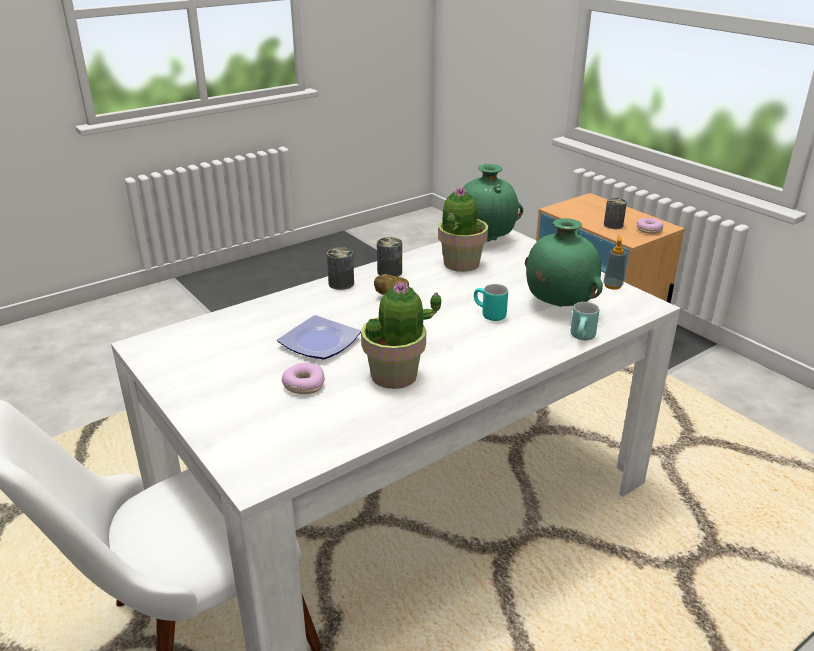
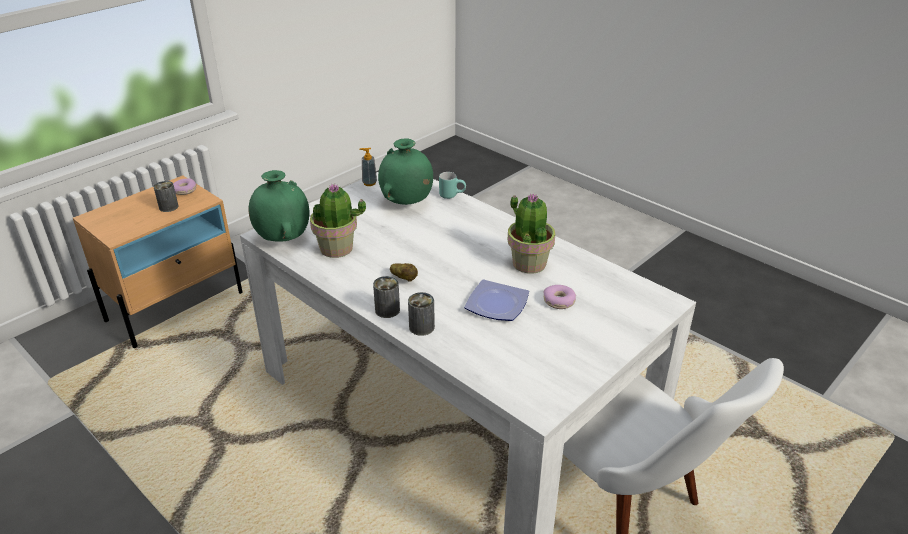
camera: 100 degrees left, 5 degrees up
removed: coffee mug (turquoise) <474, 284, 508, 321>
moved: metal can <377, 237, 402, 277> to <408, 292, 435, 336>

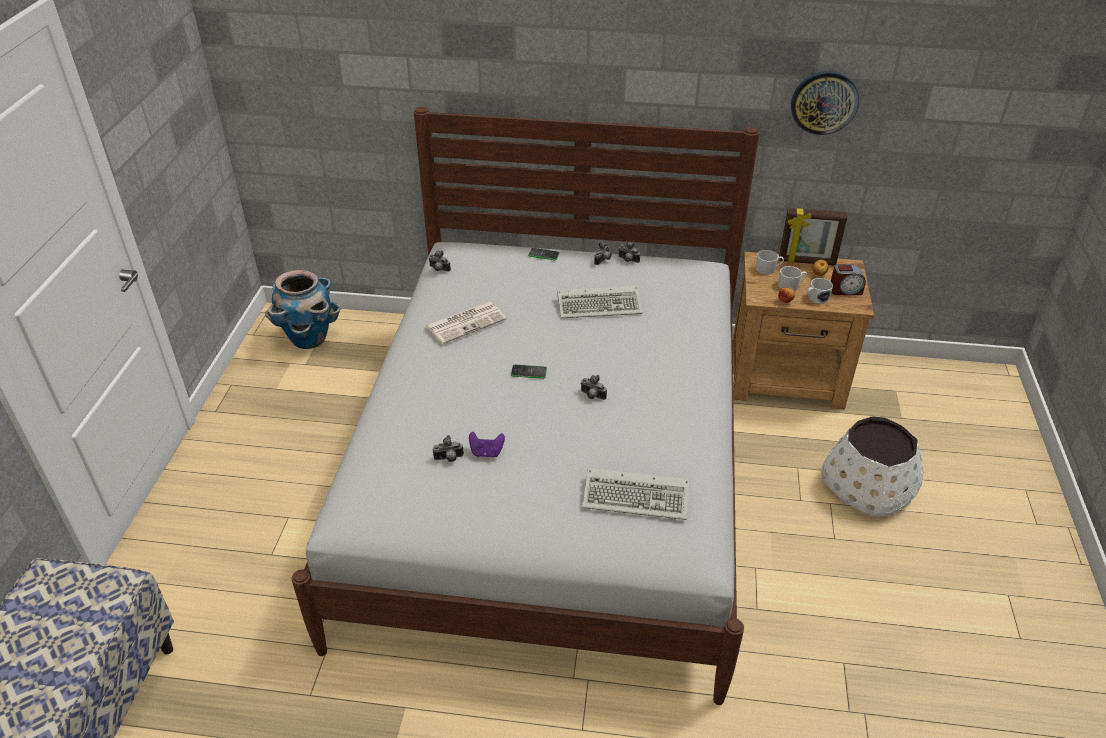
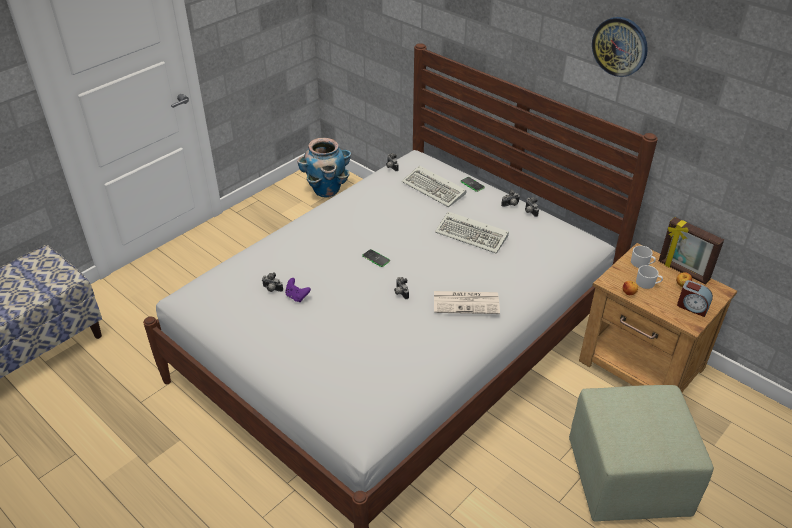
camera: 35 degrees right, 0 degrees up
removed: coffee mug (white) <807, 278, 833, 304>
moved: printed paper <426, 302, 507, 344> to <434, 291, 500, 314>; PC keyboard <582, 468, 689, 520> to <402, 166, 466, 207>; clock on the wall <791, 71, 859, 135> to <592, 17, 648, 77>
replaced: flower pot (white) <821, 416, 924, 517> to ottoman (green-coloured) <569, 385, 714, 522>

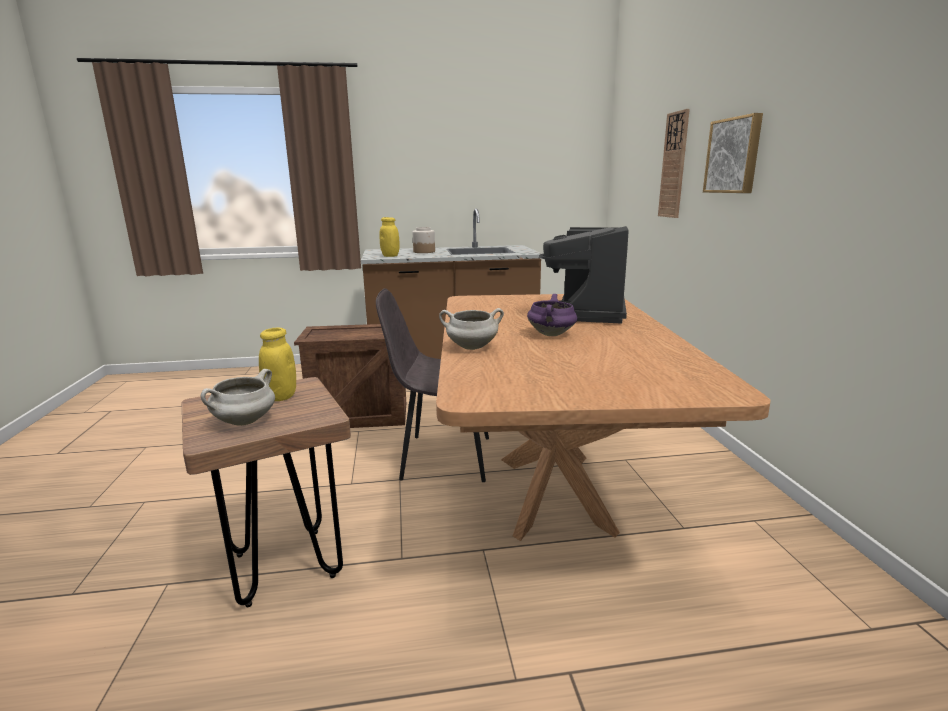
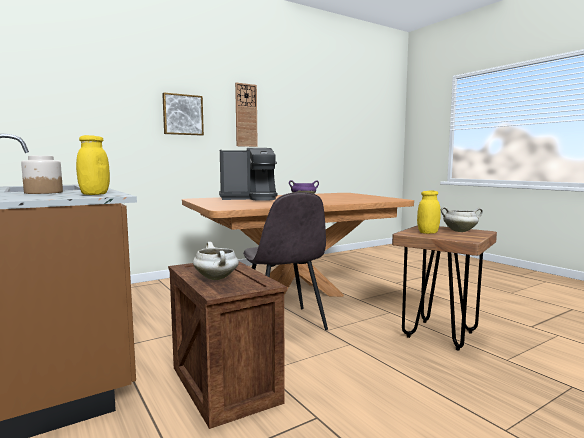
camera: 115 degrees left, 10 degrees down
moved: cooking pot (white) <439, 308, 504, 350> to <193, 242, 239, 280>; clock on the wall <658, 109, 690, 218> to <235, 83, 258, 147>

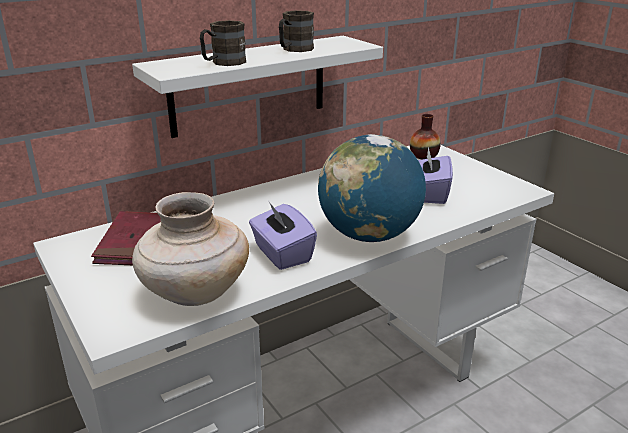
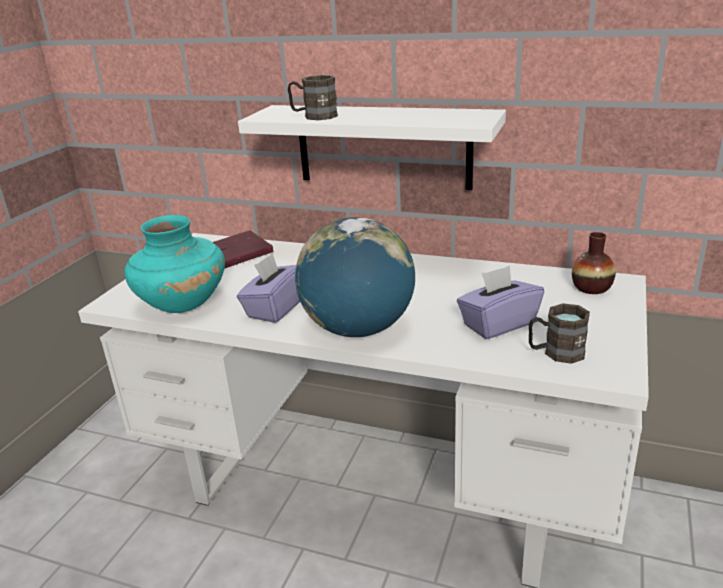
camera: 55 degrees right, 0 degrees up
moved: coffee mug (brownish) <279, 10, 314, 52> to <529, 303, 590, 364>
recoloured: decorative vase (sand-coloured) <132, 192, 249, 306> to decorative vase (turquoise) <124, 215, 225, 313>

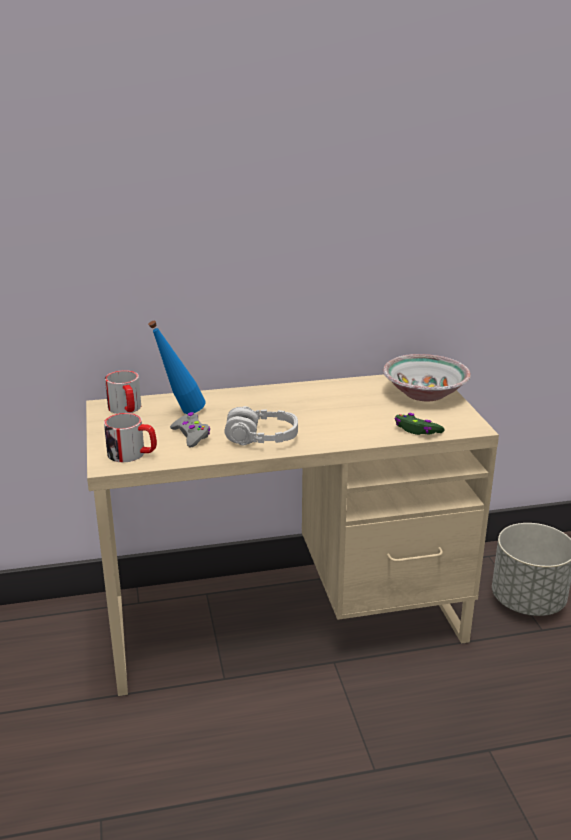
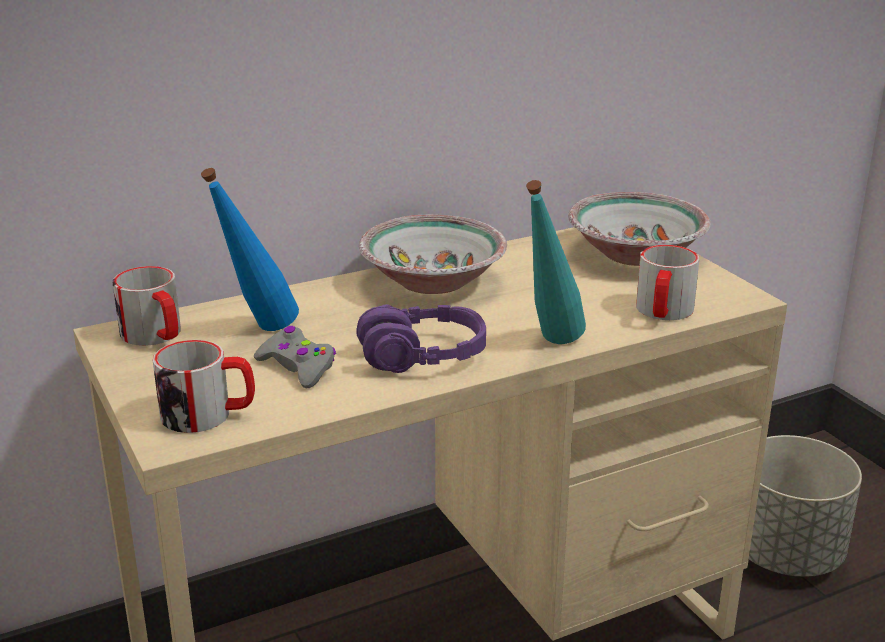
camera: 15 degrees left, 0 degrees up
added: bowl <358, 215, 507, 294>; drink bottle (turquoise) <526, 180, 586, 344>
replaced: game controller (green-coloured) <395, 413, 445, 435> to coffee mug <636, 245, 699, 320>
recoloured: headset (gray) <225, 406, 298, 445> to headset (purple-coloured) <356, 304, 486, 373>

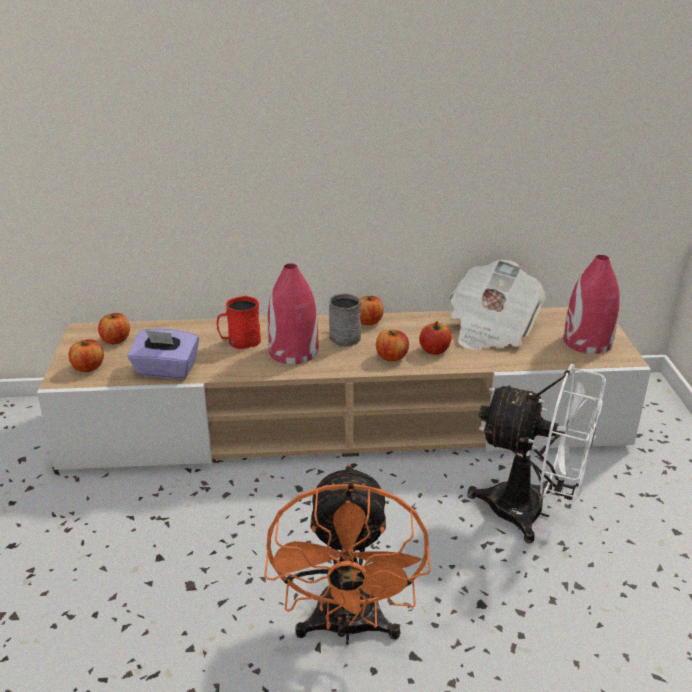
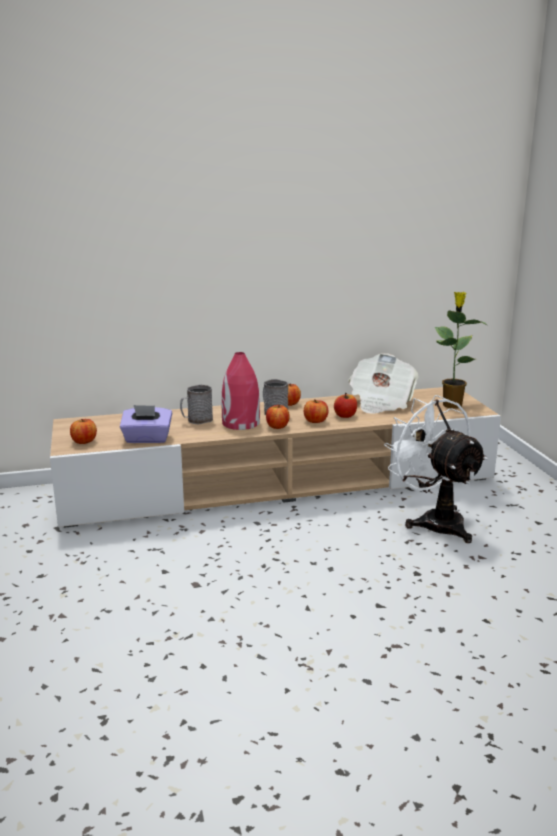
camera: 10 degrees left, 10 degrees down
removed: electric fan (orangey) <264, 464, 431, 645>
moved: apple fruit <98, 313, 130, 344> to <266, 405, 290, 429>
replaced: decorative vase (red-coloured) <563, 255, 619, 354> to potted plant <435, 292, 487, 409>
recoloured: coffee mug (red-coloured) <217, 296, 261, 349> to coffee mug (gray) <180, 384, 213, 424>
turned: electric fan (white) <467, 364, 606, 543> = <384, 395, 488, 543> 135 degrees counterclockwise

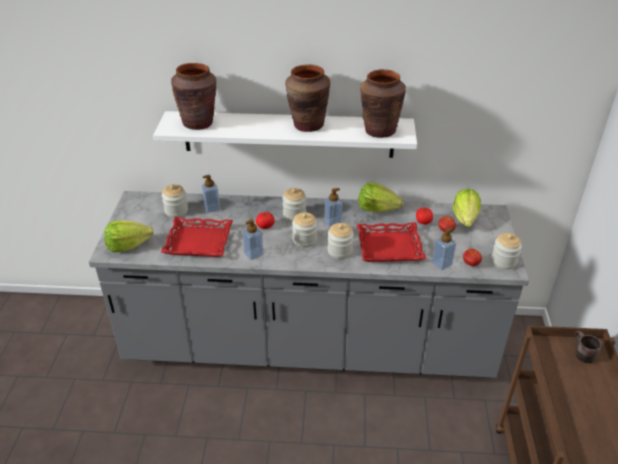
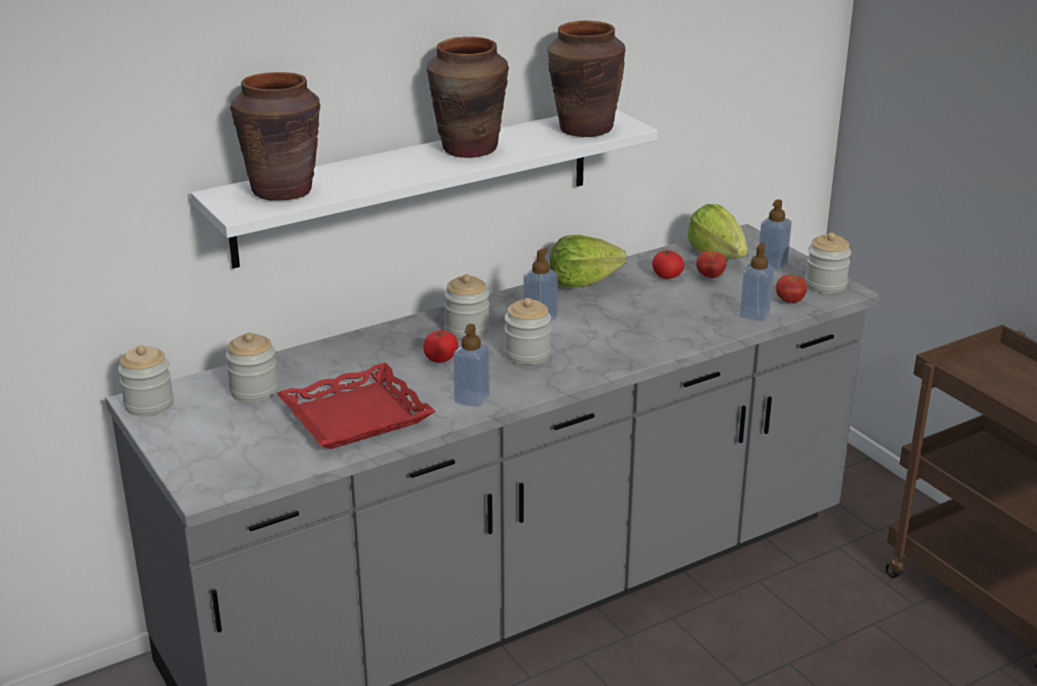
camera: 35 degrees left, 10 degrees down
removed: lettuce head <104, 220, 154, 252>; tray (red-coloured) <357, 223, 426, 262>; coffee mug (brownish) <575, 331, 601, 363>
moved: liquid soap bottle <202, 175, 220, 213> to <759, 199, 792, 271>; preserve jar <328, 223, 354, 259> to <118, 345, 174, 416>

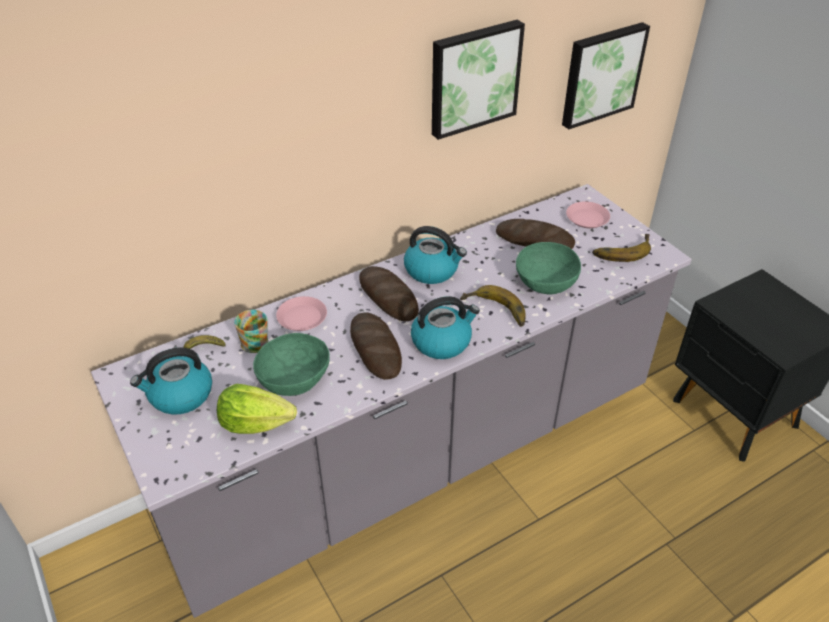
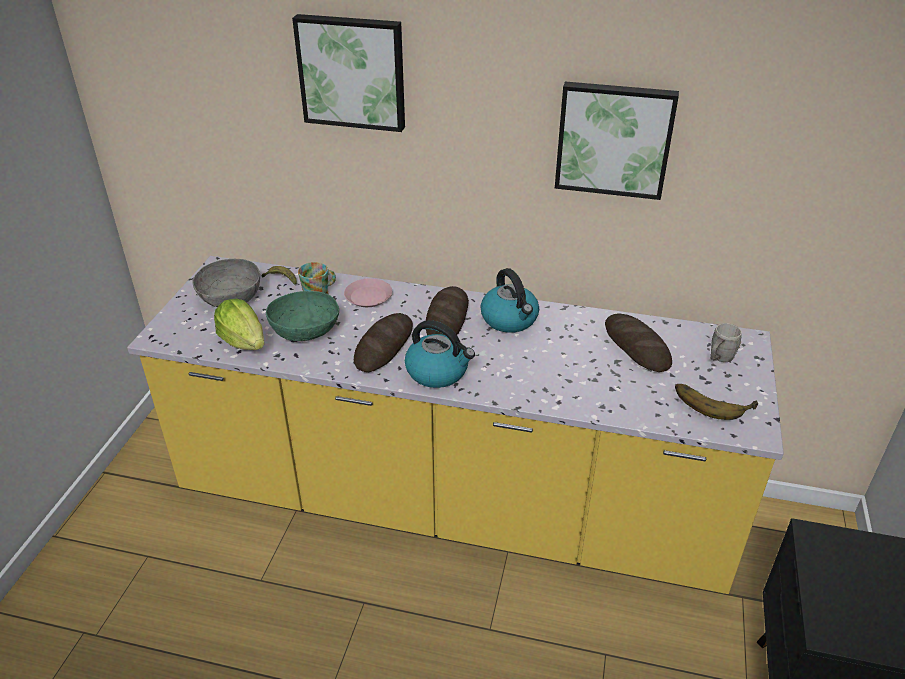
camera: 45 degrees right, 5 degrees down
removed: whole banana <460, 285, 526, 327>; bowl (green-coloured) <516, 242, 581, 295>
moved: wall picture <562, 22, 650, 129> to <292, 14, 405, 132>
replaced: water kettle <130, 347, 212, 414> to bowl (gray) <192, 259, 260, 307>; plate (pink) <566, 202, 610, 228> to coffee mug (gray) <710, 323, 742, 362>
recoloured: kitchen counter (gray) <91, 184, 692, 618> to kitchen counter (yellow) <127, 256, 784, 594>

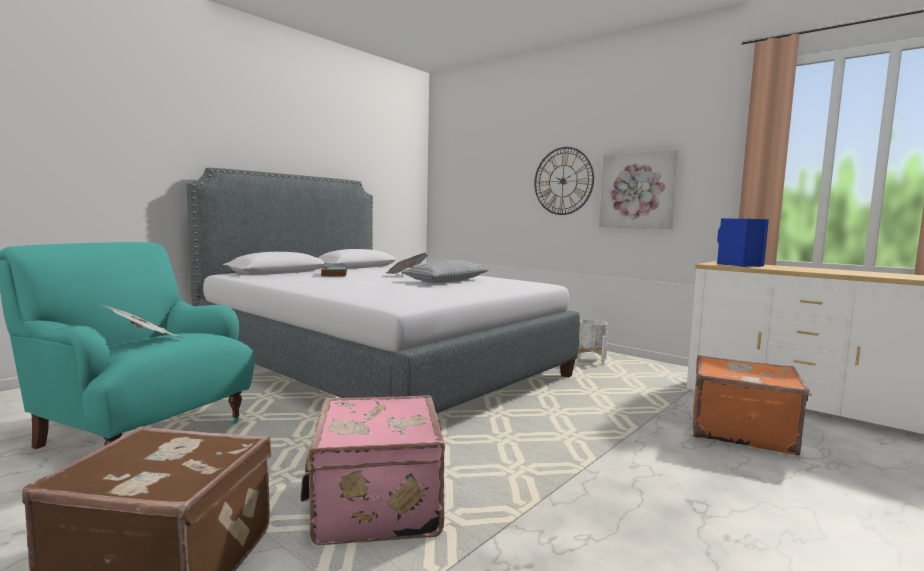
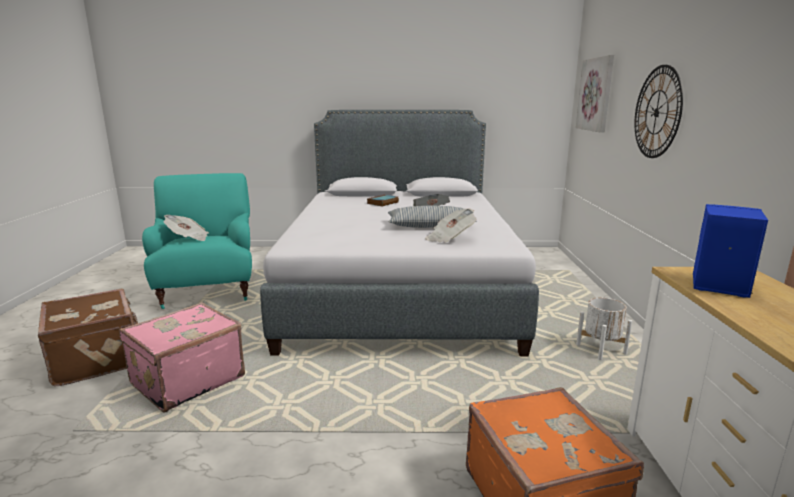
camera: 50 degrees right, 10 degrees up
added: printed paper <425, 209, 476, 243>
moved: wall picture <599, 149, 679, 229> to <576, 55, 614, 133>

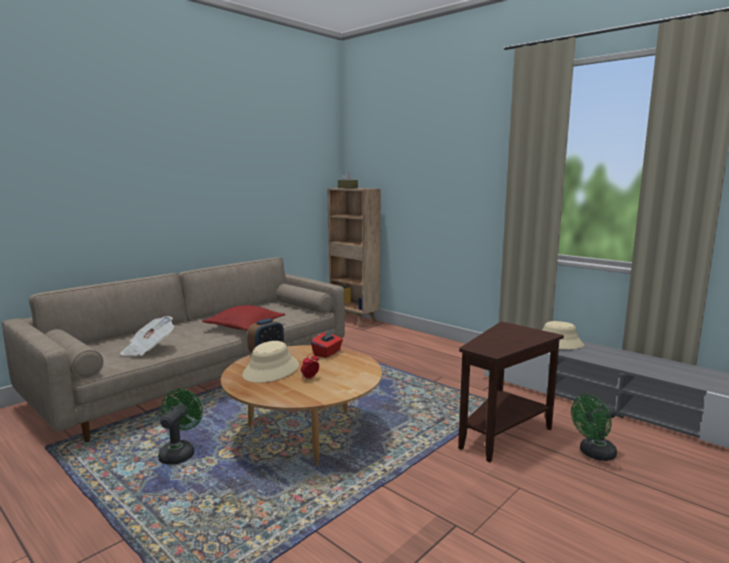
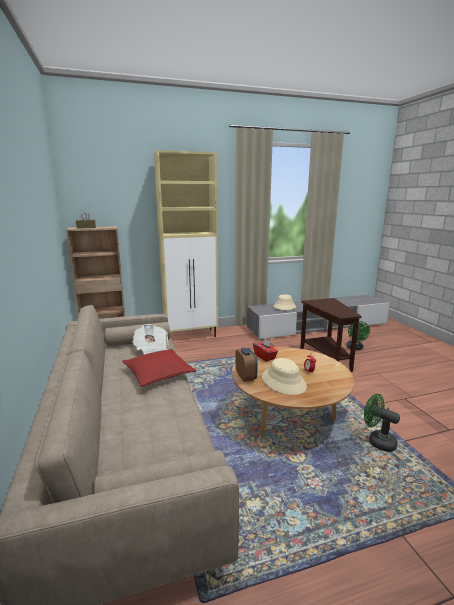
camera: 60 degrees left, 5 degrees up
added: storage cabinet (sand-coloured) <154, 150, 218, 337>
moved: printed paper <120, 316, 174, 356> to <133, 324, 168, 355>; electric fan (green-coloured) <158, 389, 203, 465> to <364, 394, 400, 452>

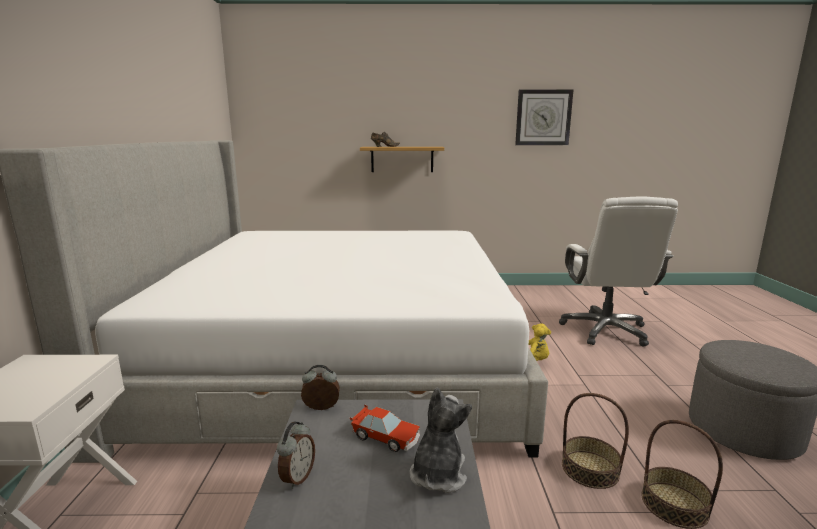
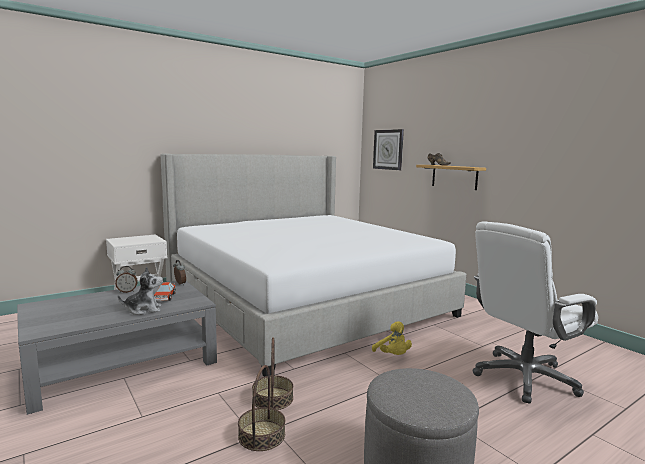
camera: 55 degrees right, 5 degrees down
moved: clock on the wall <515, 89, 574, 145> to <373, 129, 404, 170>

